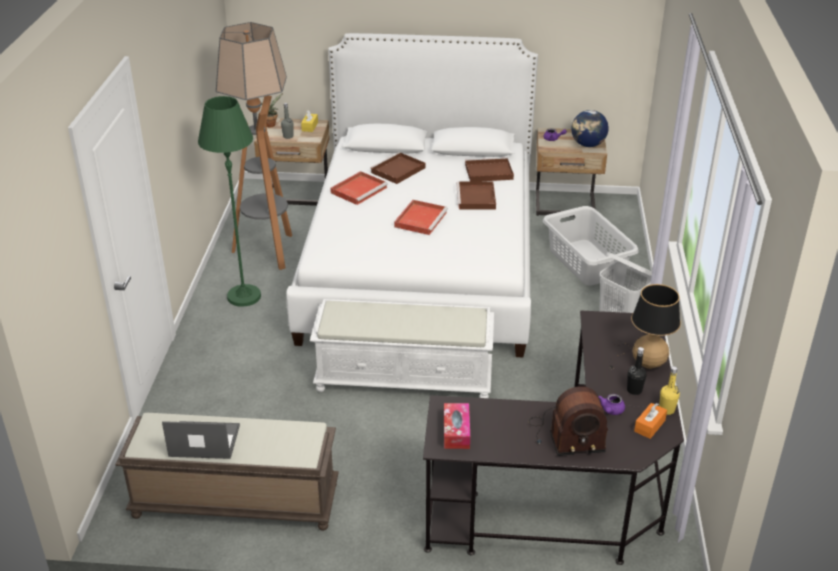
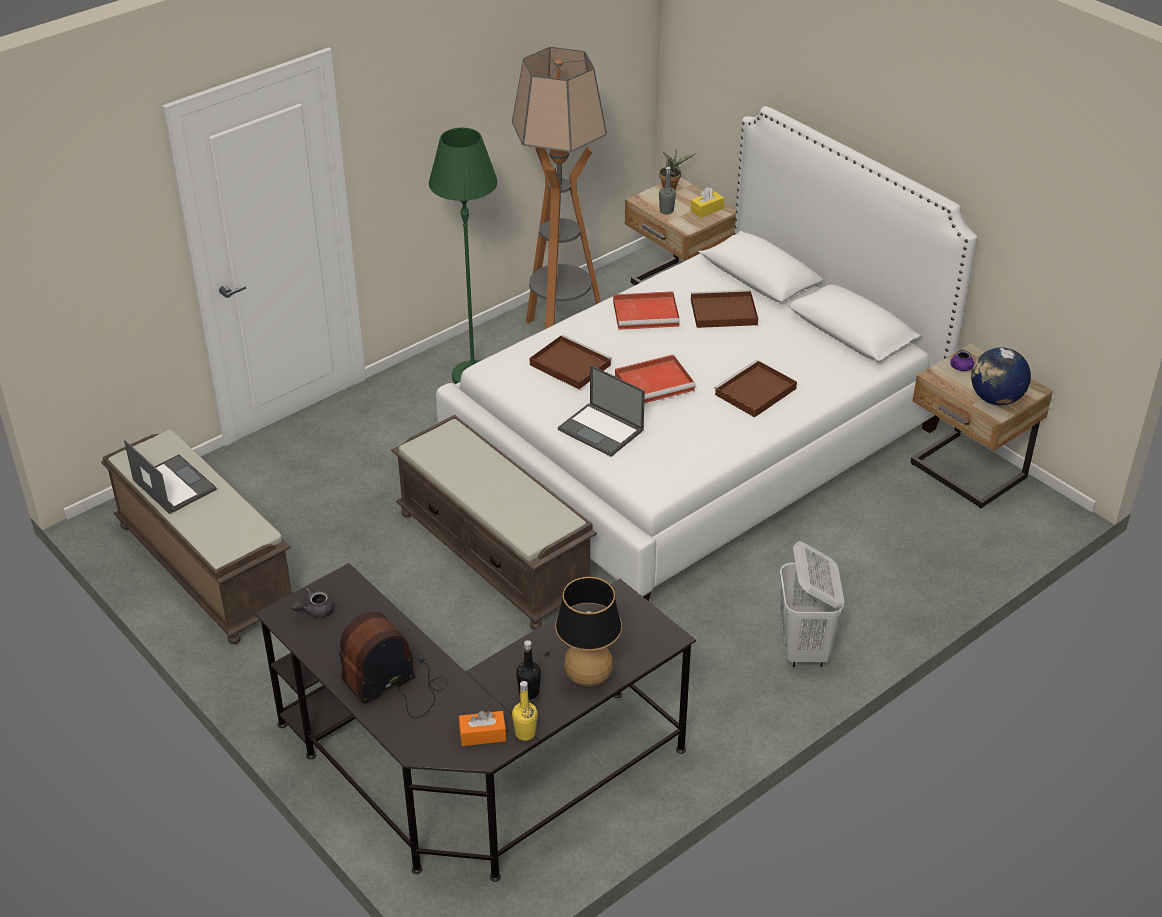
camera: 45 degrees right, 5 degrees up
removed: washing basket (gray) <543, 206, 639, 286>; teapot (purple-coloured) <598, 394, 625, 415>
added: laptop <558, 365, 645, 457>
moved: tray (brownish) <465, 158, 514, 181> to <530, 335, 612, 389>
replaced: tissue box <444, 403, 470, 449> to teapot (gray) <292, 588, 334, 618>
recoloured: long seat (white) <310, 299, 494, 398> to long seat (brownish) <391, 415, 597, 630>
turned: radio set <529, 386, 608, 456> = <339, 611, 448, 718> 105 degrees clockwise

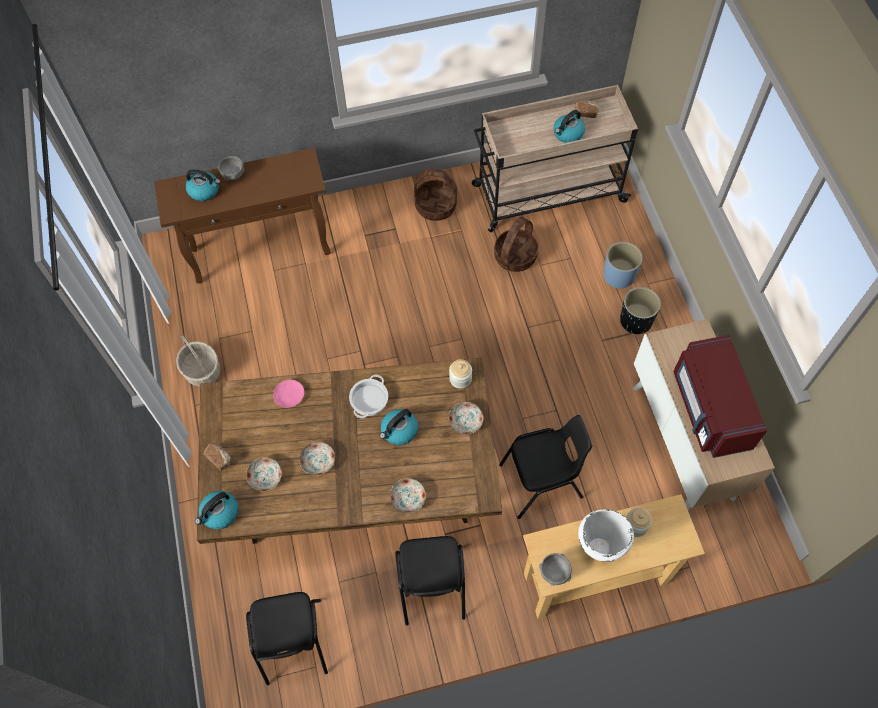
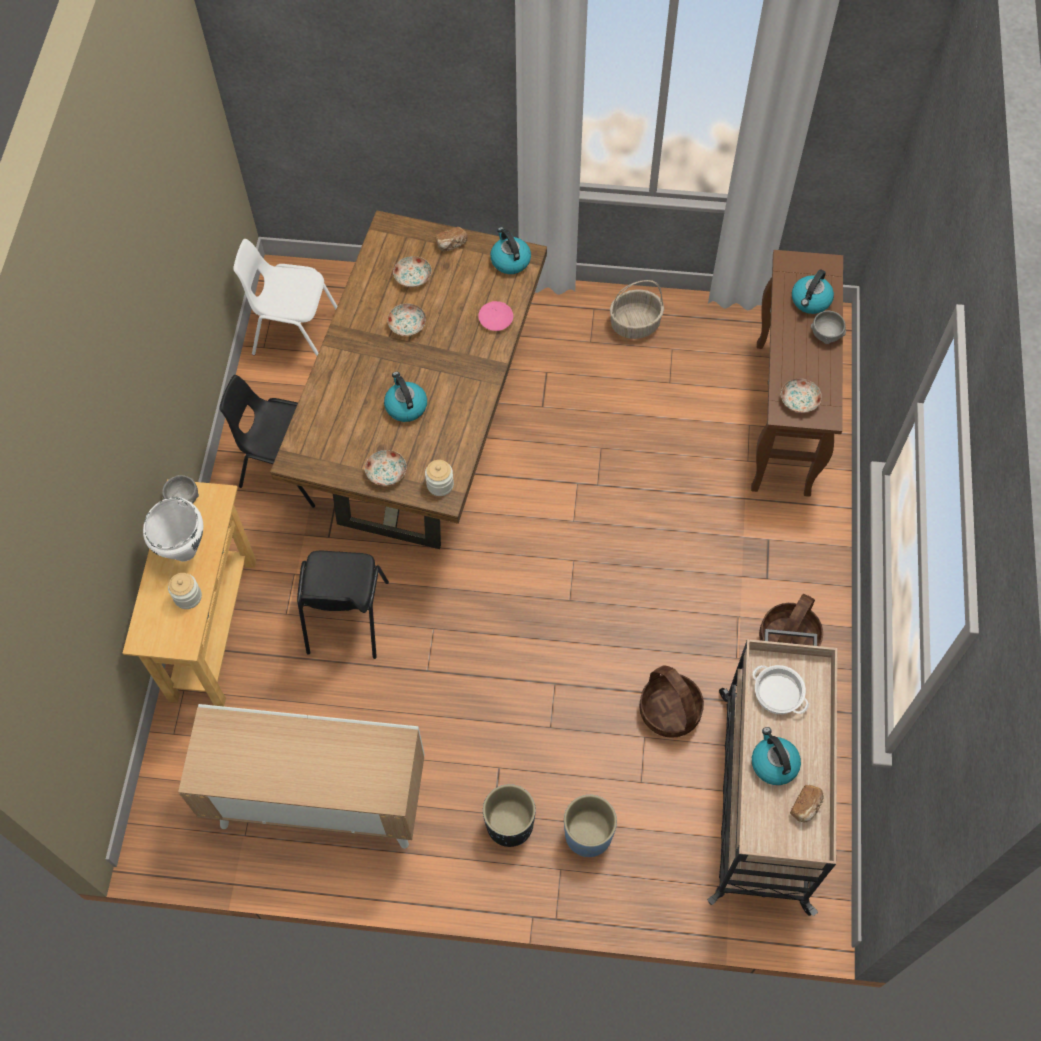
camera: 110 degrees right, 0 degrees up
removed: kitchen microwave (red-coloured) <674, 335, 767, 458>
moved: water kettle <195, 491, 238, 529> to <490, 227, 531, 274>; cooking pot <349, 375, 388, 418> to <752, 665, 809, 714>; plate <390, 478, 426, 513> to <781, 378, 822, 412>
recoloured: plain chair (blackish) <246, 592, 328, 685> to plain chair (white) <233, 239, 337, 356>

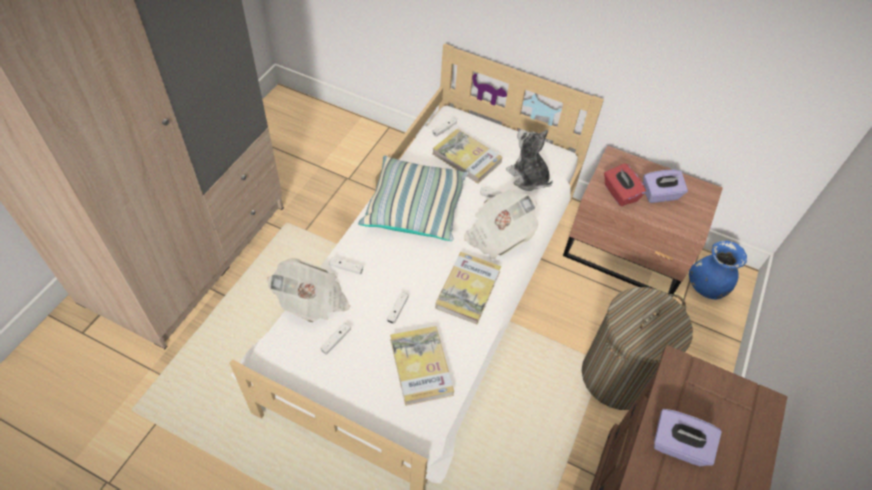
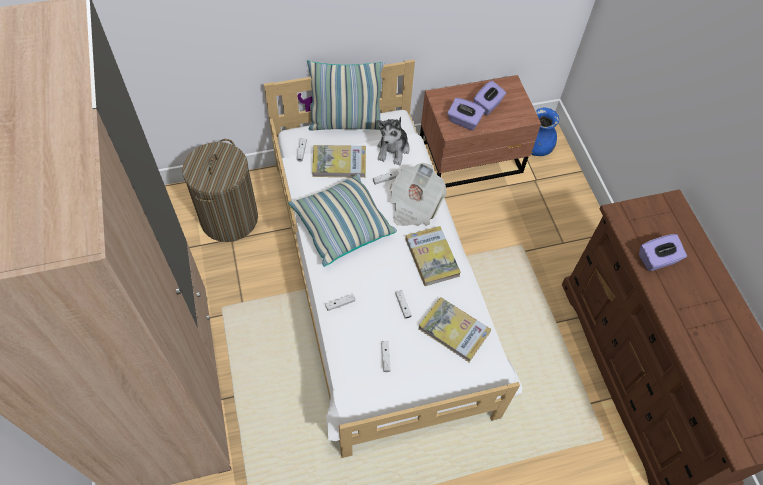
camera: 40 degrees left, 5 degrees up
removed: printed paper <267, 258, 351, 322>
added: throw pillow <307, 60, 384, 130>
moved: washing basket <582, 287, 693, 410> to <182, 139, 258, 242>
recoloured: tissue box (red-coloured) <604, 163, 646, 206> to tissue box (purple-coloured) <447, 98, 485, 131>
turned: plush toy <506, 129, 553, 191> = <377, 116, 410, 165> 90 degrees counterclockwise

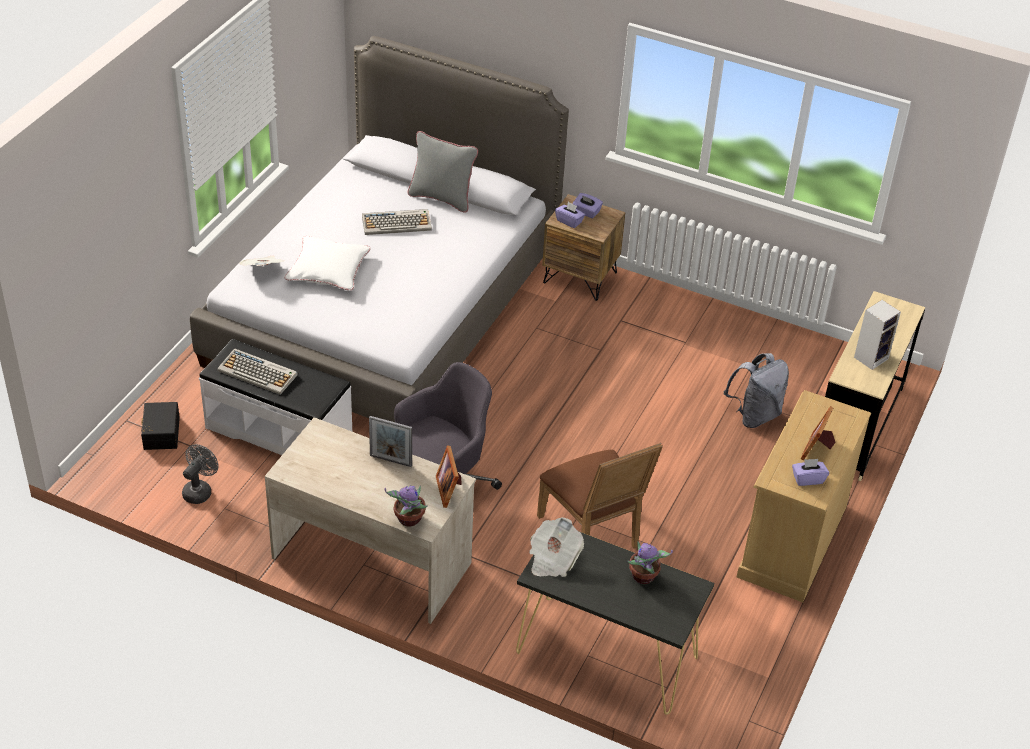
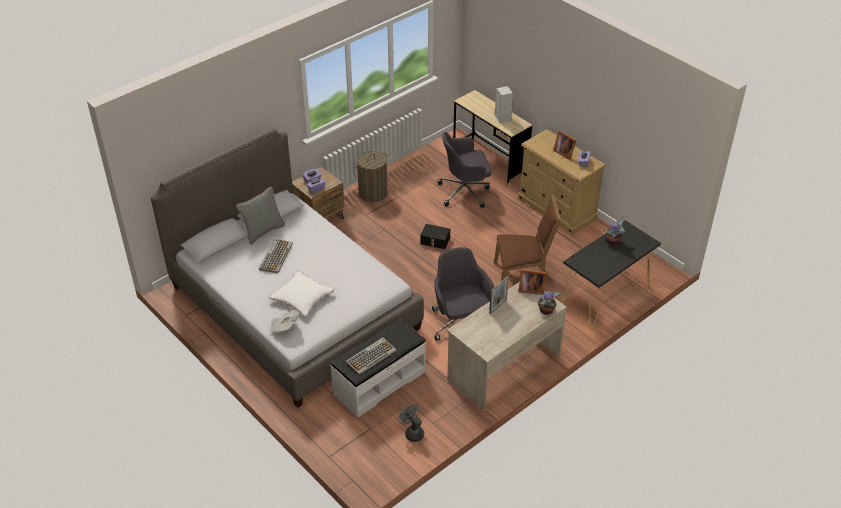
camera: 65 degrees left, 0 degrees up
removed: printed paper <529, 517, 584, 577>
added: washing basket <356, 151, 388, 202>
moved: storage container (blackish) <141, 402, 180, 450> to <420, 224, 450, 249>
replaced: rucksack (gray) <724, 353, 789, 428> to desk chair (gray) <437, 132, 492, 208>

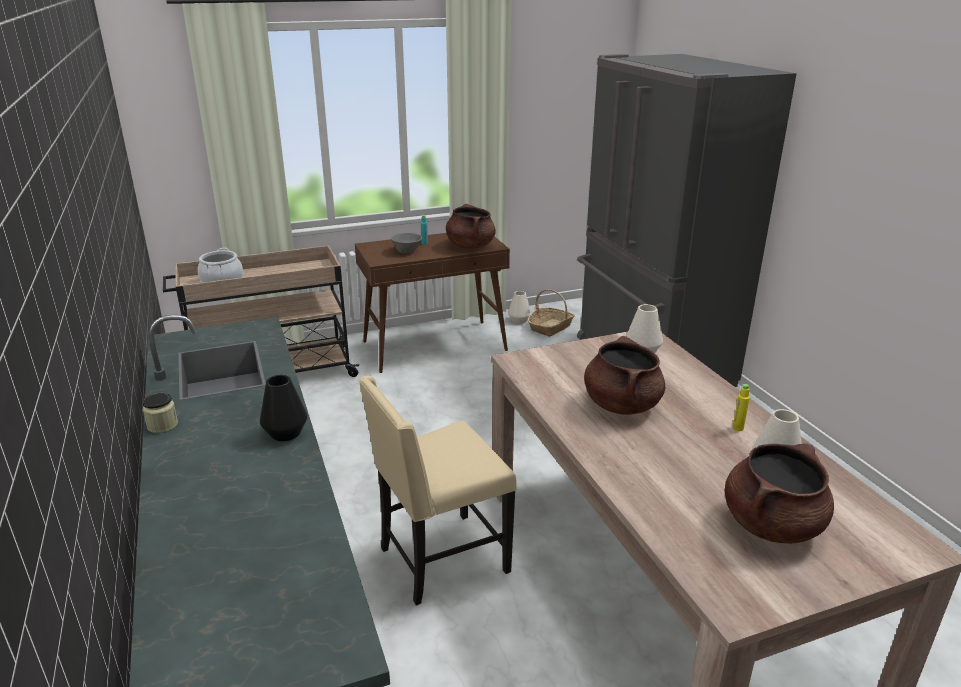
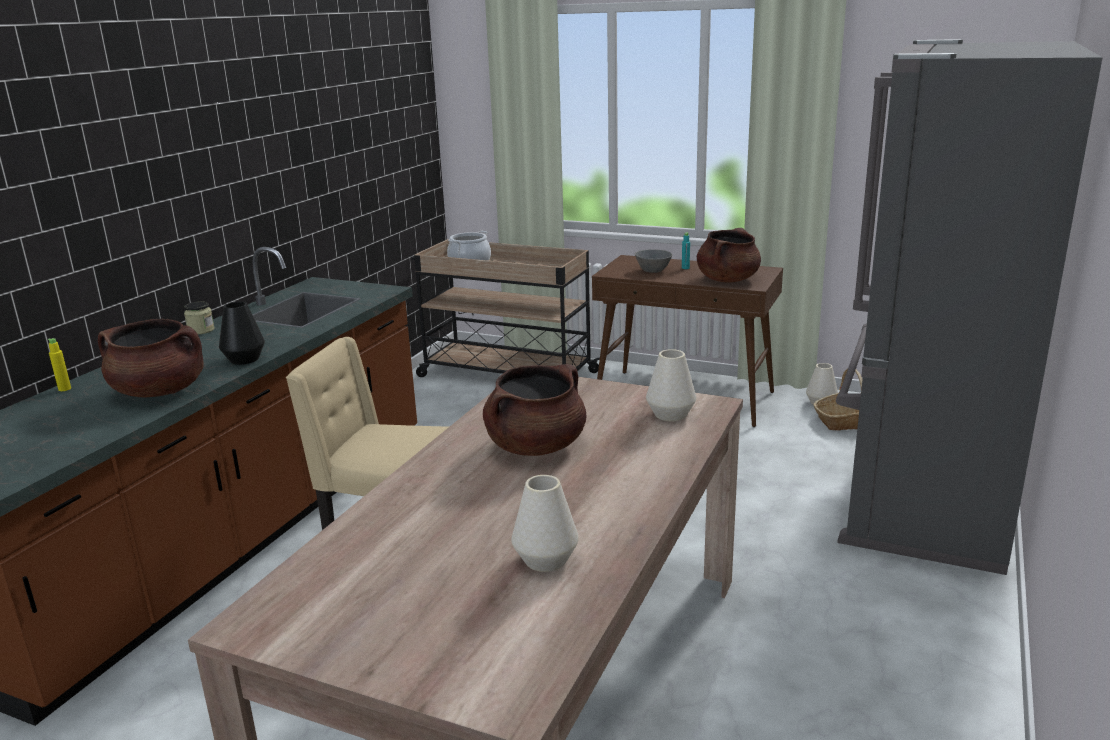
camera: 45 degrees right, 5 degrees down
moved: cooking pot (brownish) <725, 443, 834, 544> to <98, 318, 204, 397>; drink bottle (yellow) <732, 384, 750, 431> to <48, 338, 71, 391>

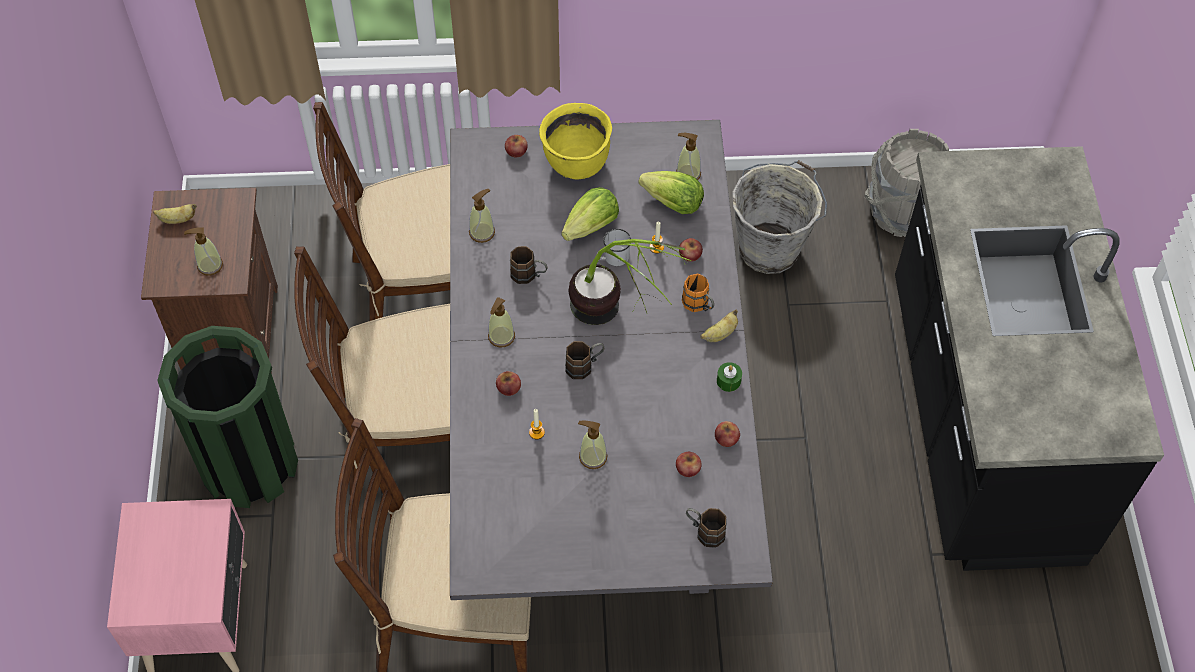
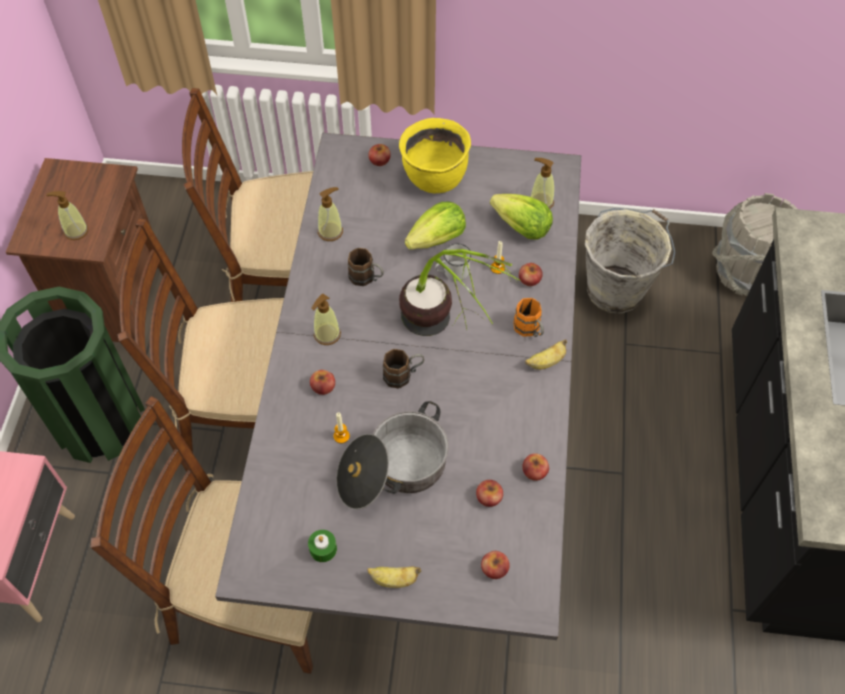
camera: 10 degrees right, 0 degrees up
moved: whole banana <153, 204, 197, 224> to <367, 566, 421, 588>; wax light (green-coloured) <717, 362, 742, 392> to <308, 530, 337, 562>
replaced: liquid soap bottle <578, 421, 607, 469> to cooking pot <336, 401, 449, 510>; coffee mug (brownish) <686, 508, 727, 548> to apple fruit <481, 551, 510, 579>

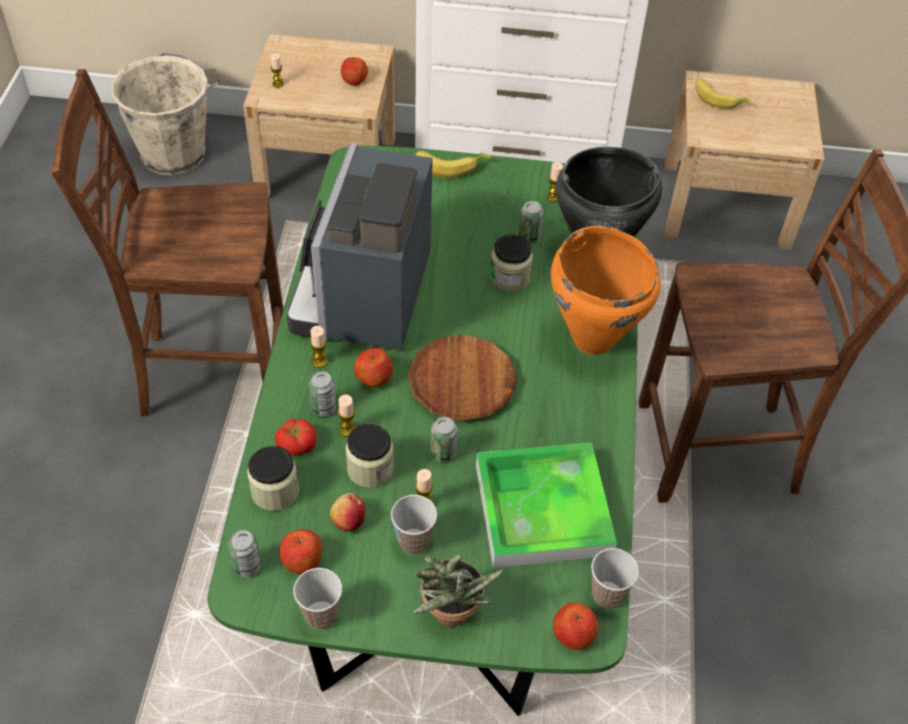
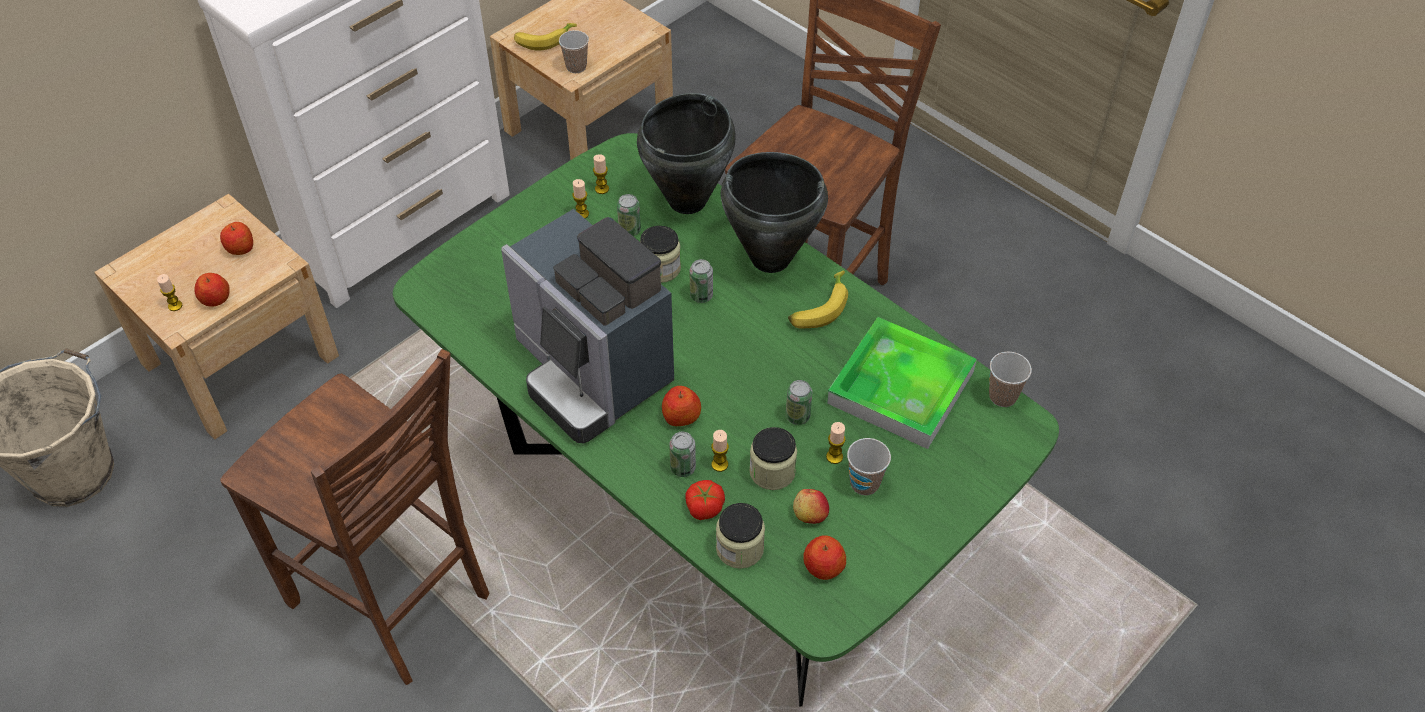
camera: 50 degrees left, 0 degrees up
removed: plate (brownish) <407, 334, 517, 421>; potted plant <413, 555, 504, 627>
moved: metal can <228, 530, 261, 577> to <690, 259, 713, 303>; small cup <293, 568, 342, 629> to <559, 30, 589, 73>; wax light <310, 326, 328, 368> to <572, 179, 589, 219>; whole banana <416, 151, 491, 178> to <788, 271, 848, 329>; apple fruit <553, 602, 599, 650> to <194, 273, 230, 307>
recoloured: cooking pot (orangey) <551, 226, 661, 355> to cooking pot (blackish) <721, 152, 828, 273>
turned: plain chair (brownish) <51, 69, 284, 417> = <220, 349, 489, 685> 90 degrees counterclockwise

